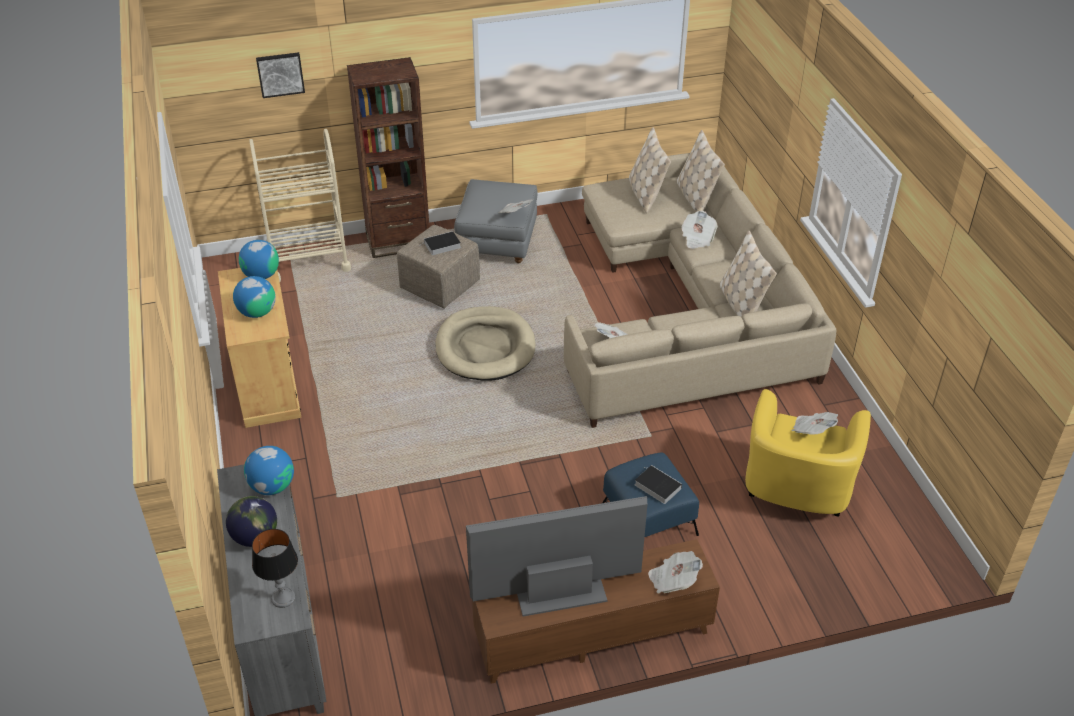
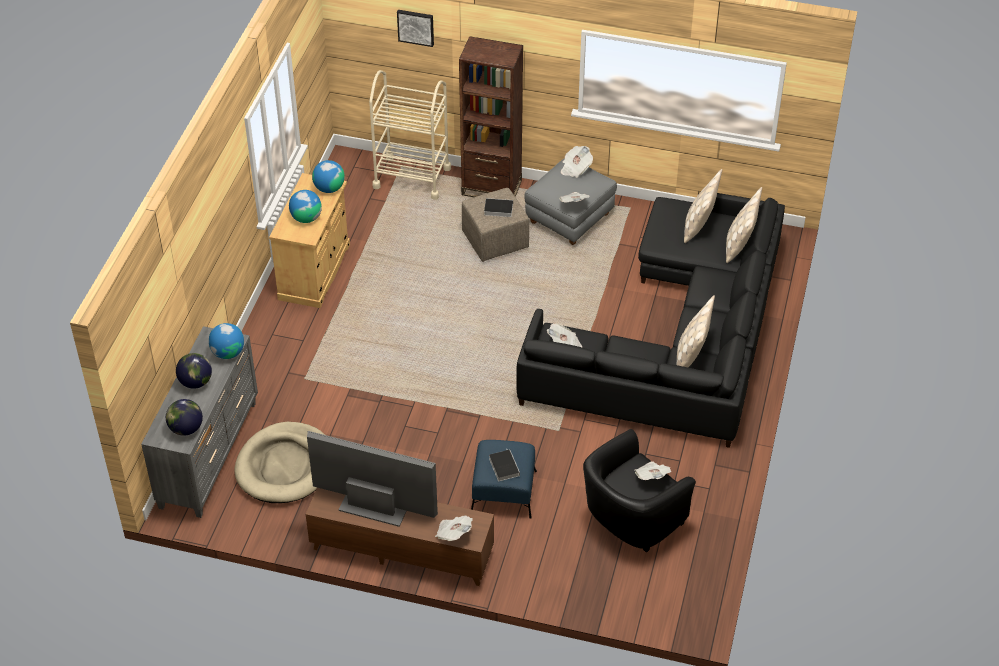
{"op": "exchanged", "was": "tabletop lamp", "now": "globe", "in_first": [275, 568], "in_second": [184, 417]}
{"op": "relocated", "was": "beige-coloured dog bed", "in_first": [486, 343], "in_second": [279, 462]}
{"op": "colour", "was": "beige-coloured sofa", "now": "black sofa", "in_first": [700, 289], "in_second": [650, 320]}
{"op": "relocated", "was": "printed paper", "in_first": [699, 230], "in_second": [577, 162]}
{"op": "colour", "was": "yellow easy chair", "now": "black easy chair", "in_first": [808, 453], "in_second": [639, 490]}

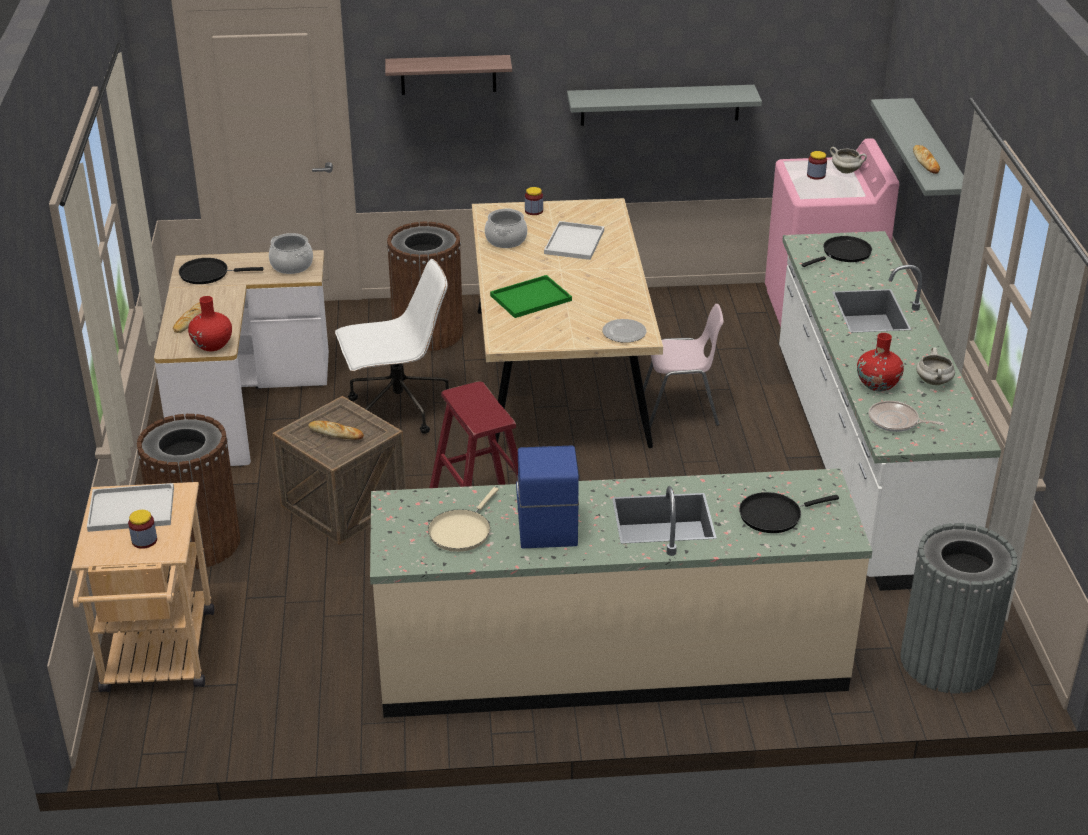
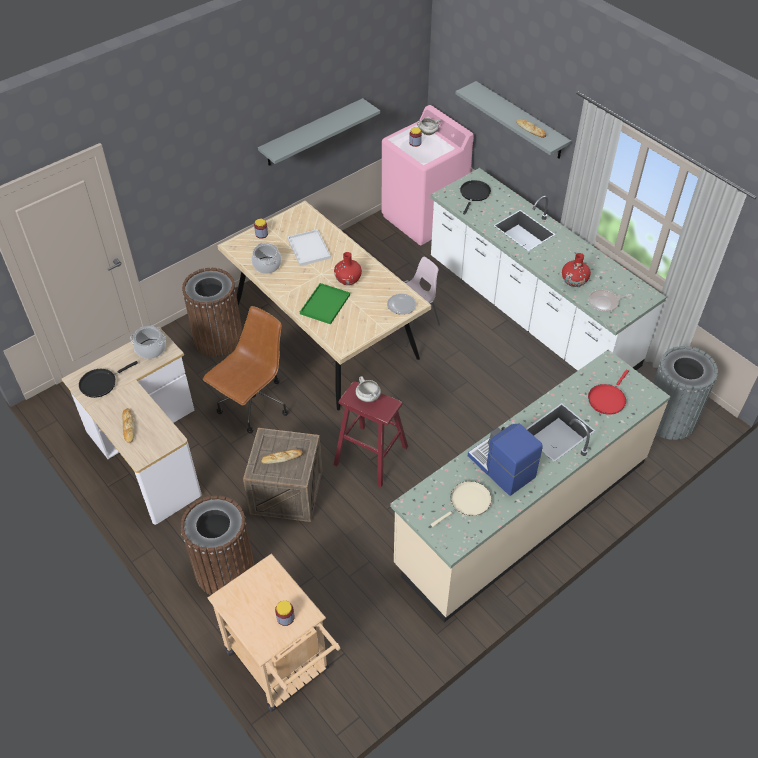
{"op": "missing", "was": "white serving tray", "in_first": [130, 507]}
{"op": "relocated", "was": "reddish decorative vase", "in_first": [210, 323], "in_second": [348, 268]}
{"op": "colour", "was": "white computer chair", "now": "brown-coloured computer chair", "in_first": [392, 346], "in_second": [245, 369]}
{"op": "missing", "was": "wall shelf", "in_first": [448, 75]}
{"op": "spun", "was": "beige-coloured frying pan", "in_first": [463, 519], "in_second": [461, 504], "clockwise": -120}
{"op": "colour", "was": "black frying pan", "now": "reddish frying pan", "in_first": [789, 512], "in_second": [608, 392]}
{"op": "relocated", "was": "white stockpot", "in_first": [935, 366], "in_second": [368, 389]}

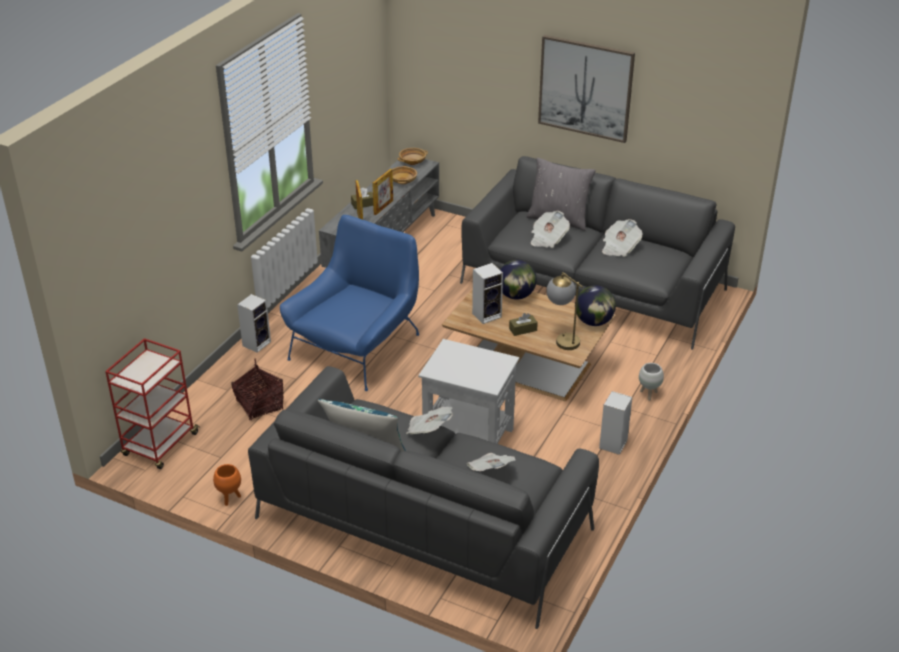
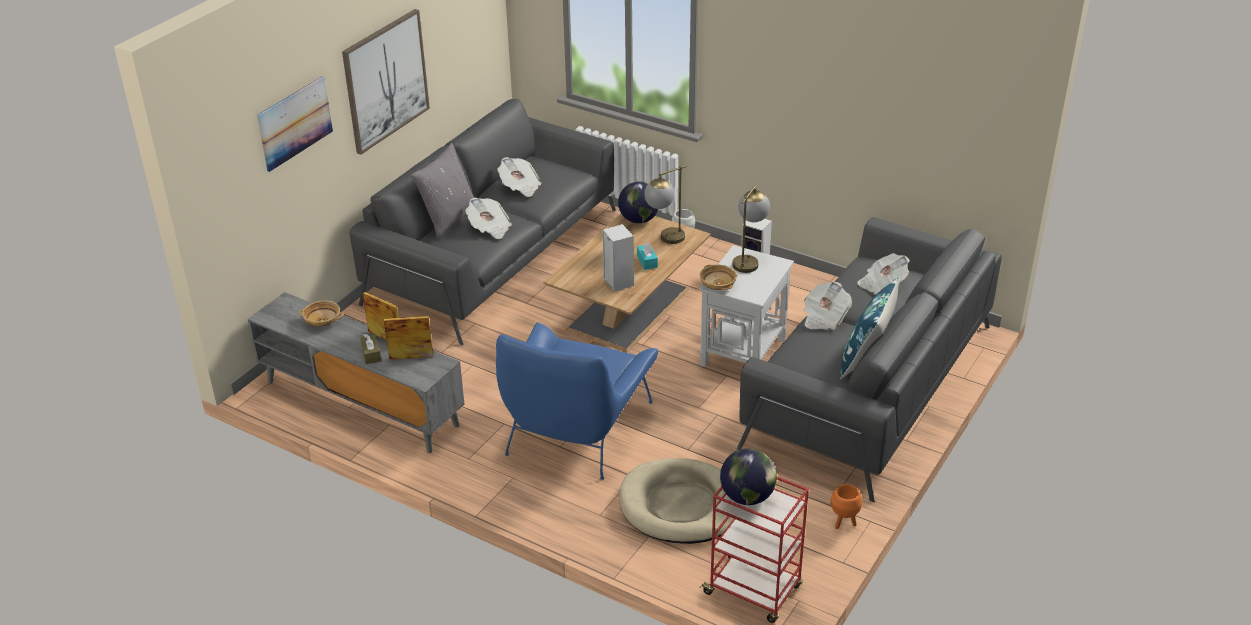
{"op": "exchanged", "was": "basket", "now": "beige-coloured dog bed", "in_first": [257, 389], "in_second": [676, 501]}
{"op": "missing", "was": "speaker", "in_first": [254, 323]}
{"op": "spun", "was": "blue easy chair", "in_first": [349, 303], "in_second": [577, 401], "clockwise": -105}
{"op": "relocated", "was": "beige-coloured bowl", "in_first": [412, 156], "in_second": [718, 277]}
{"op": "relocated", "was": "globe", "in_first": [518, 279], "in_second": [748, 476]}
{"op": "colour", "was": "brown-coloured tissue holder", "now": "blue-green tissue holder", "in_first": [523, 324], "in_second": [647, 256]}
{"op": "appeared", "now": "wall art", "in_second": [295, 124]}
{"op": "appeared", "now": "tabletop lamp", "in_second": [751, 229]}

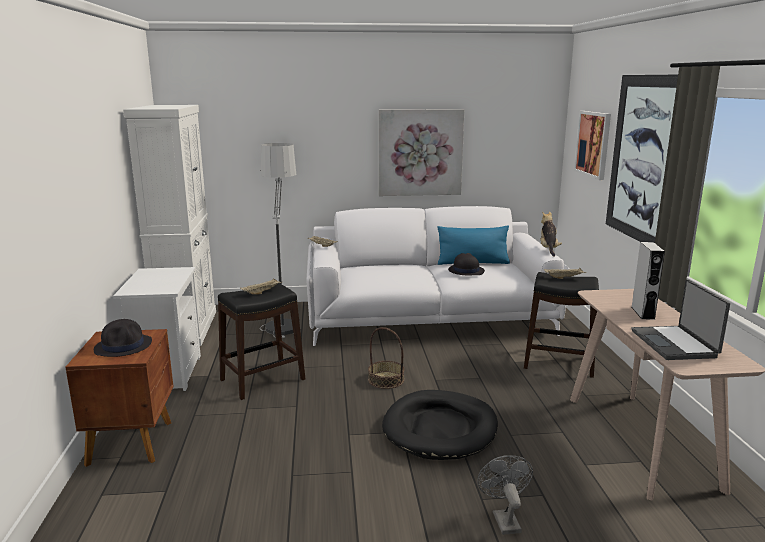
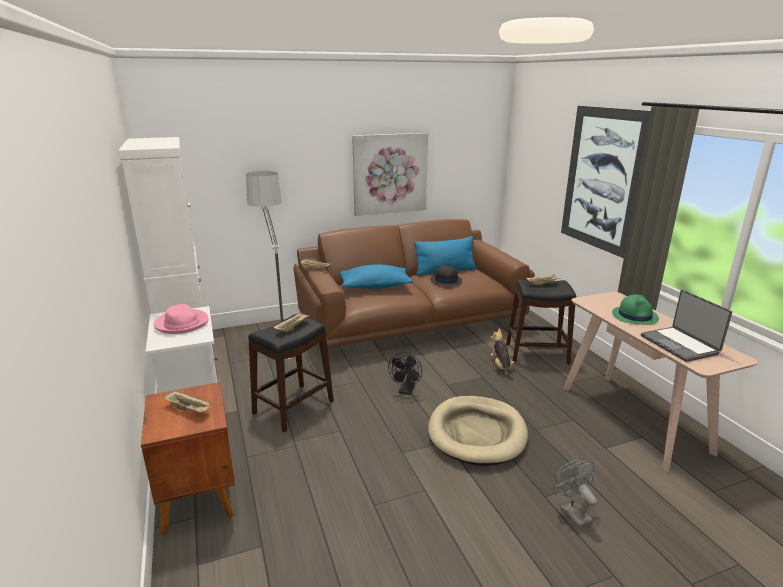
{"op": "exchanged", "was": "black wearable hat", "now": "beige-coloured serving tray", "in_first": [123, 338], "in_second": [187, 402]}
{"op": "colour", "was": "white sofa", "now": "brown-coloured sofa", "in_first": [438, 276], "in_second": [414, 291]}
{"op": "exchanged", "was": "basket", "now": "black fan", "in_first": [386, 358], "in_second": [405, 373]}
{"op": "colour", "was": "black dog bed", "now": "beige-coloured dog bed", "in_first": [440, 425], "in_second": [478, 431]}
{"op": "relocated", "was": "soft toy", "in_first": [551, 234], "in_second": [502, 354]}
{"op": "missing", "was": "wall art", "in_first": [592, 145]}
{"op": "exchanged", "was": "greyish speaker", "now": "green wearable hat", "in_first": [648, 281], "in_second": [635, 310]}
{"op": "appeared", "now": "pinkish wearable hat", "in_second": [181, 319]}
{"op": "appeared", "now": "blue pillow", "in_second": [376, 276]}

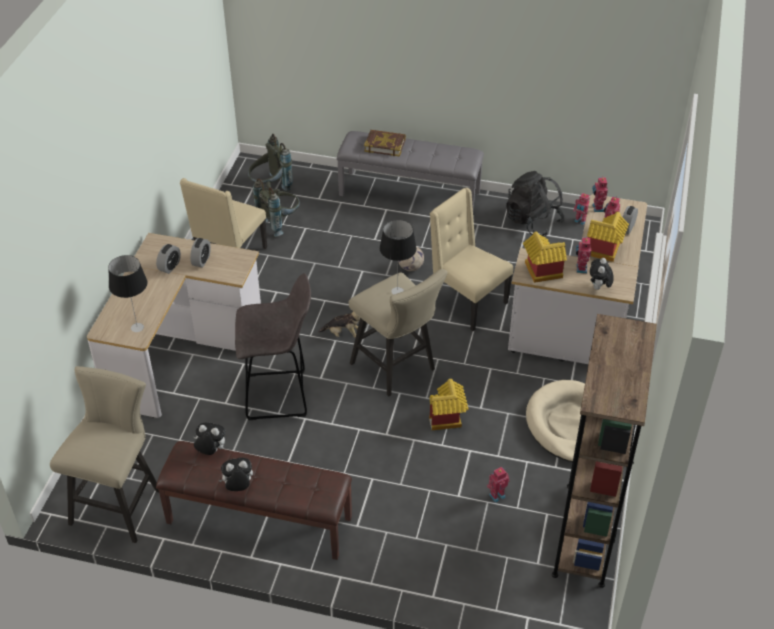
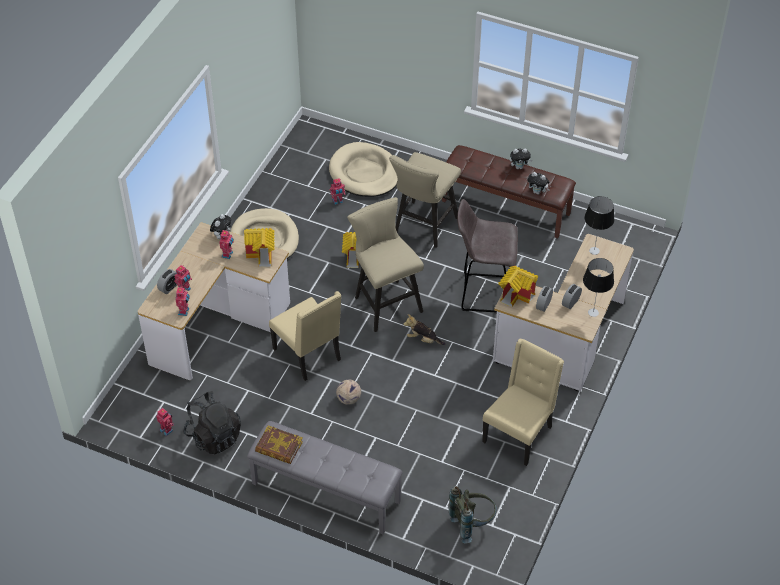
{"op": "relocated", "was": "beige-coloured stool", "in_first": [104, 454], "in_second": [425, 200]}
{"op": "missing", "was": "greyish rucksack", "in_first": [276, 207]}
{"op": "relocated", "was": "book", "in_first": [385, 143], "in_second": [279, 444]}
{"op": "relocated", "was": "tabletop lamp", "in_first": [398, 257], "in_second": [598, 287]}
{"op": "missing", "was": "brown-coloured bookshelf", "in_first": [604, 451]}
{"op": "relocated", "was": "toy house", "in_first": [608, 237], "in_second": [518, 286]}
{"op": "appeared", "now": "beige-coloured dog bed", "in_second": [363, 169]}

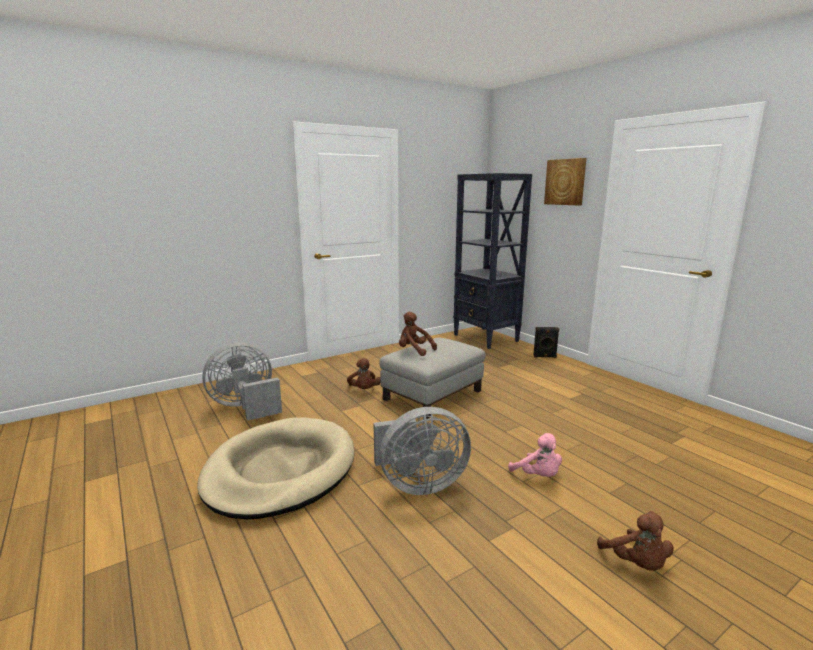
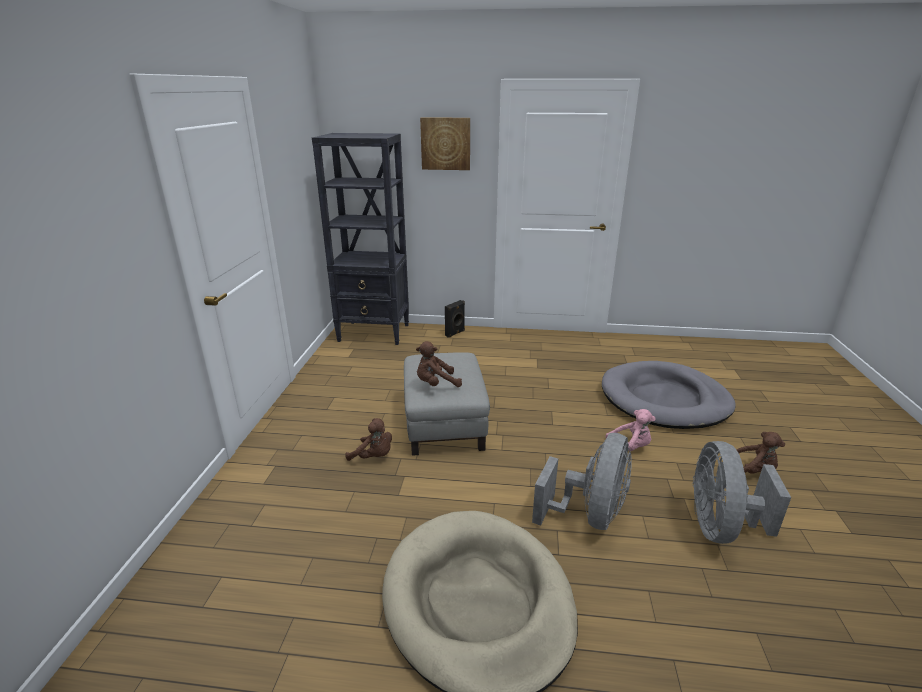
{"op": "relocated", "was": "greyish fan", "in_first": [242, 381], "in_second": [742, 492]}
{"op": "appeared", "now": "greyish dog bed", "in_second": [669, 395]}

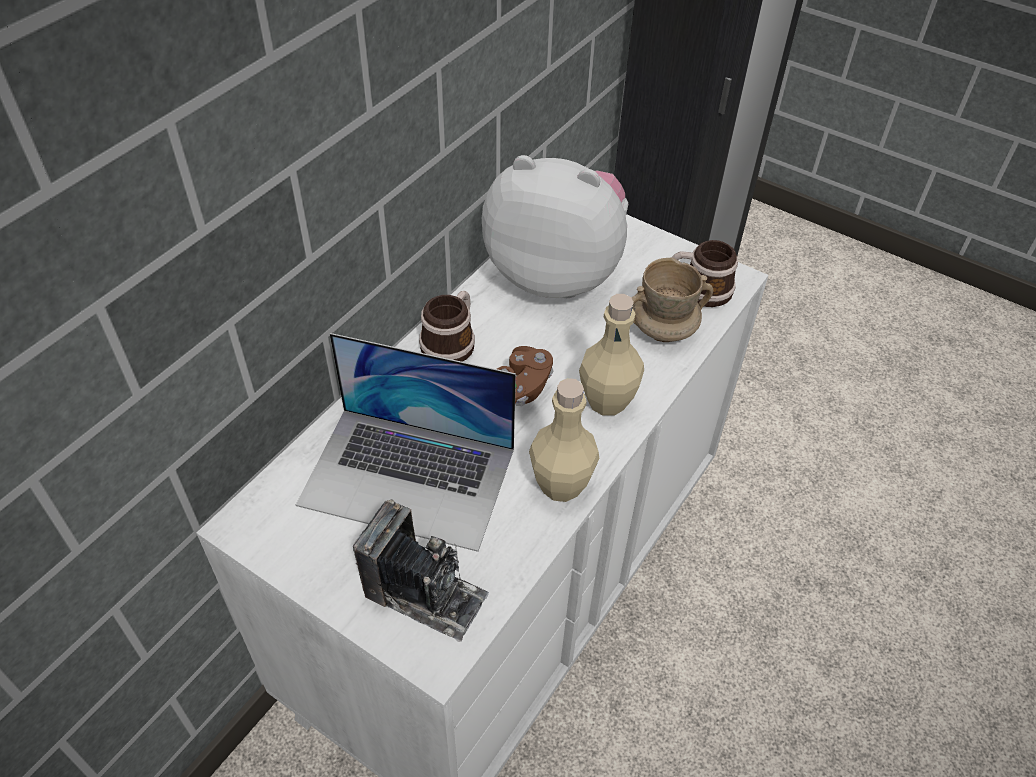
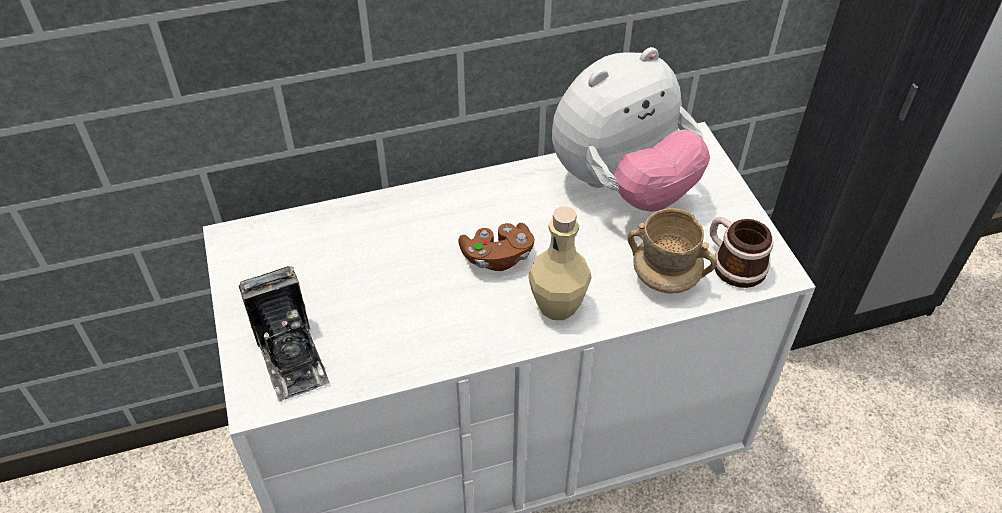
{"op": "missing", "was": "notebook computer", "in_first": [406, 442]}
{"op": "missing", "was": "coffee mug", "in_first": [447, 326]}
{"op": "spun", "was": "soft toy", "in_first": [555, 226], "in_second": [631, 129], "clockwise": 90}
{"op": "missing", "was": "beige-coloured drink bottle", "in_first": [564, 440]}

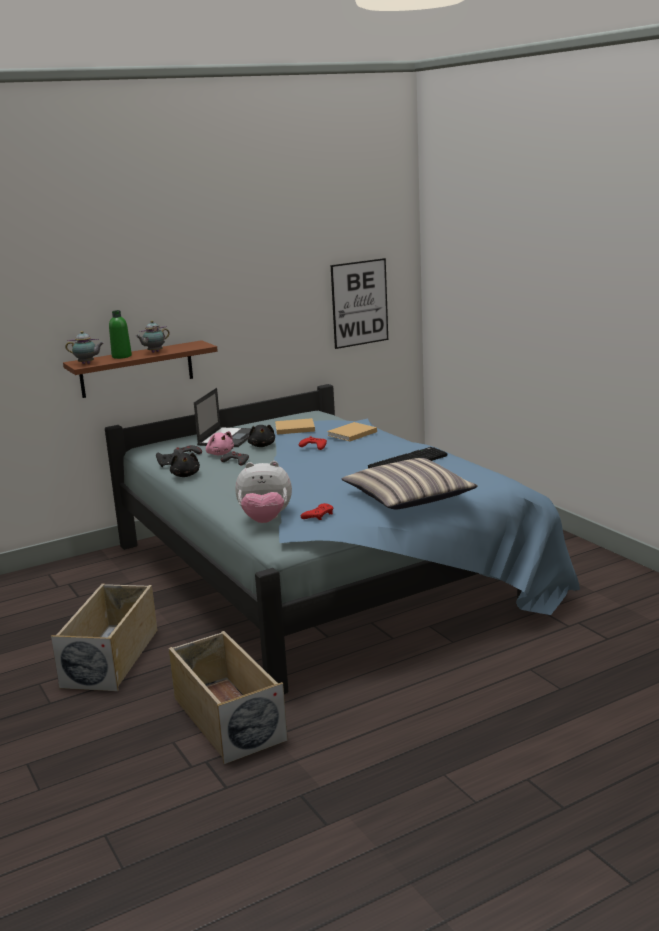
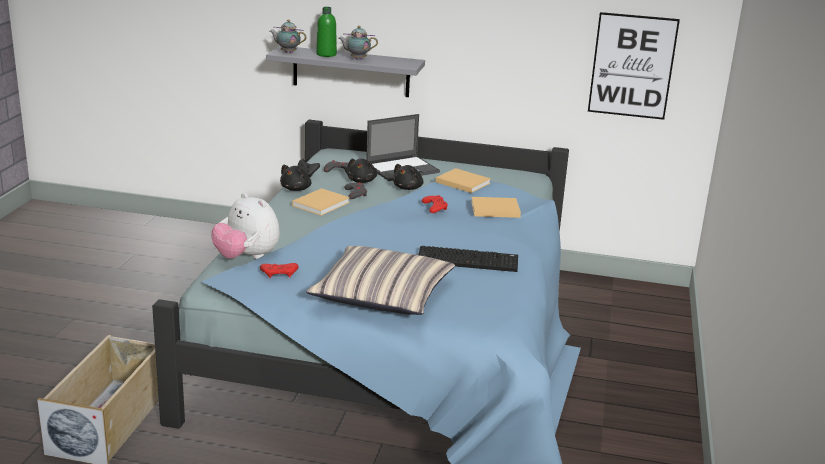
{"op": "missing", "was": "beige-coloured storage box", "in_first": [104, 637]}
{"op": "colour", "was": "brown-coloured wall shelf", "now": "greyish wall shelf", "in_first": [140, 369], "in_second": [345, 71]}
{"op": "spun", "was": "tea pot", "in_first": [84, 347], "in_second": [288, 36], "clockwise": 150}
{"op": "colour", "was": "pinkish soft toy", "now": "black soft toy", "in_first": [220, 443], "in_second": [362, 170]}
{"op": "appeared", "now": "beige-coloured book", "in_second": [321, 202]}

